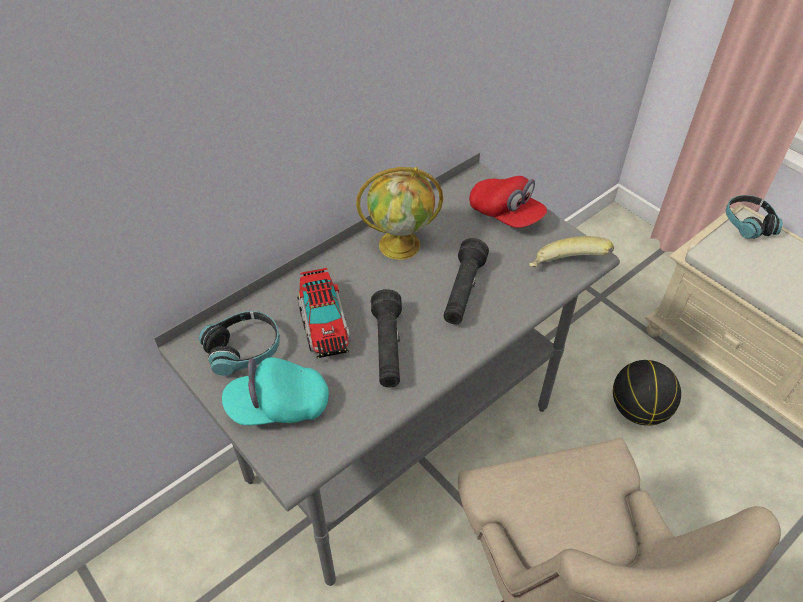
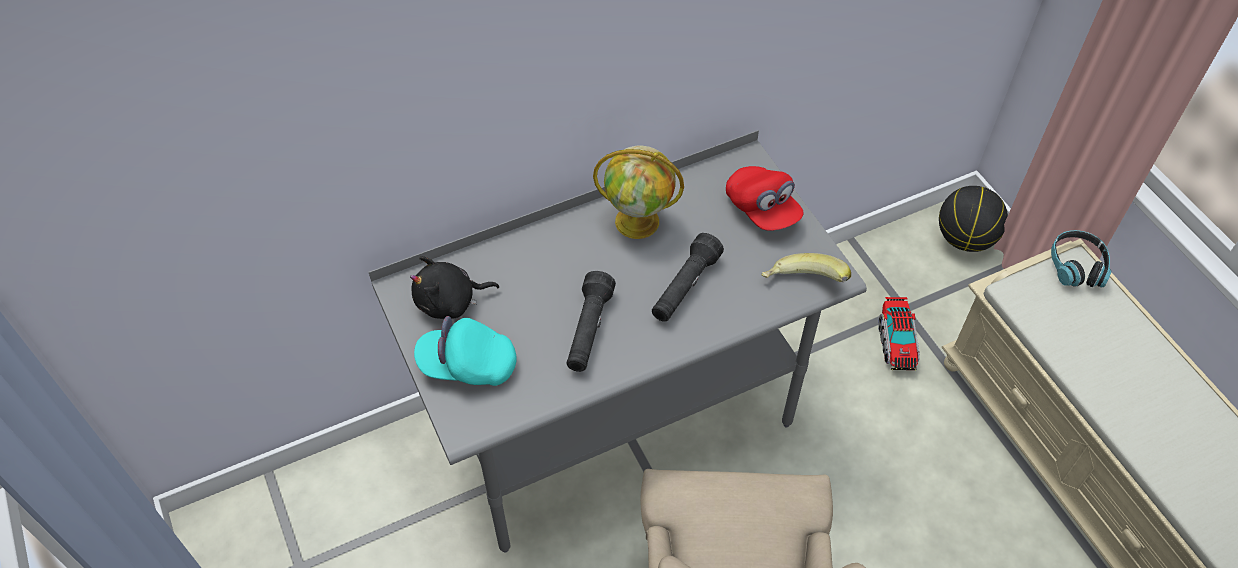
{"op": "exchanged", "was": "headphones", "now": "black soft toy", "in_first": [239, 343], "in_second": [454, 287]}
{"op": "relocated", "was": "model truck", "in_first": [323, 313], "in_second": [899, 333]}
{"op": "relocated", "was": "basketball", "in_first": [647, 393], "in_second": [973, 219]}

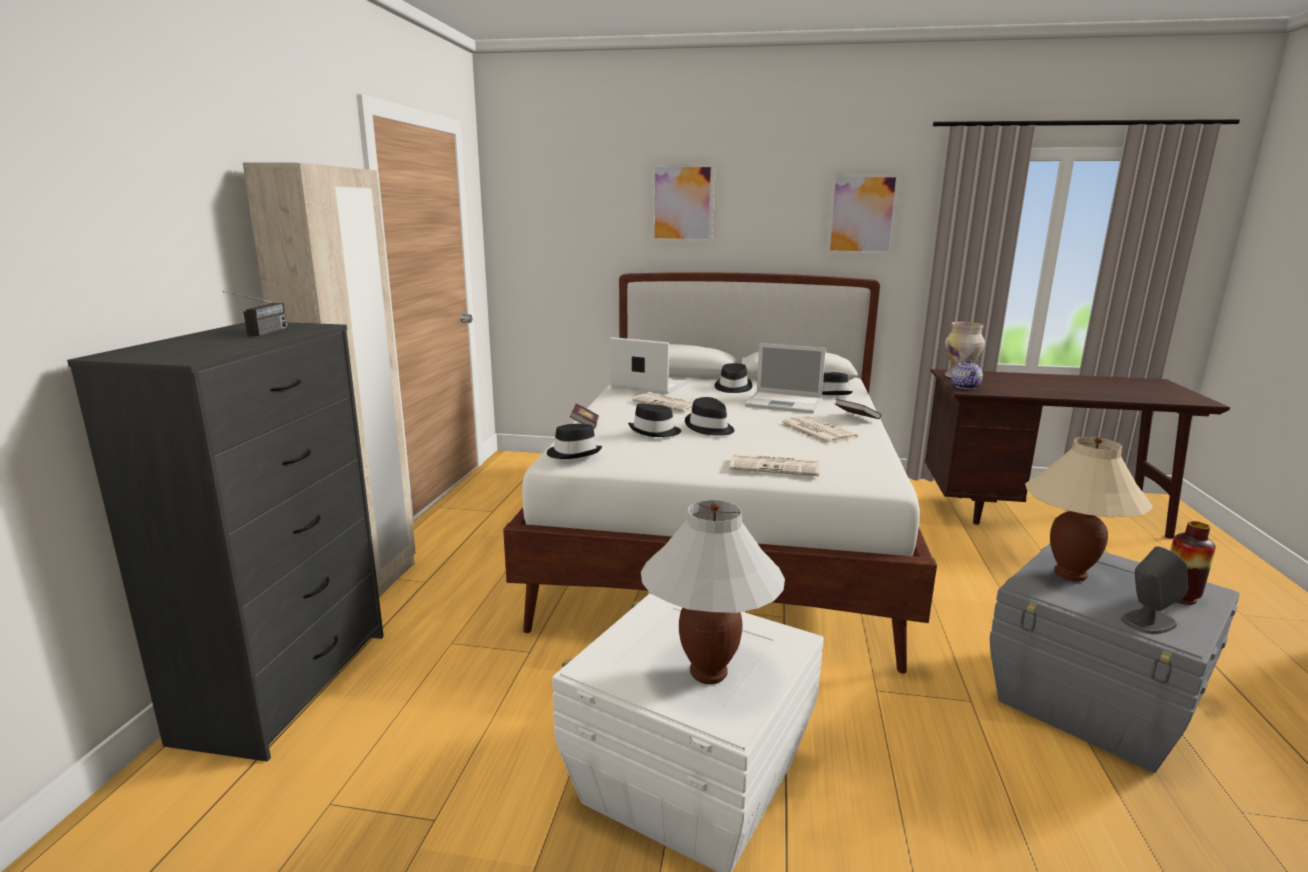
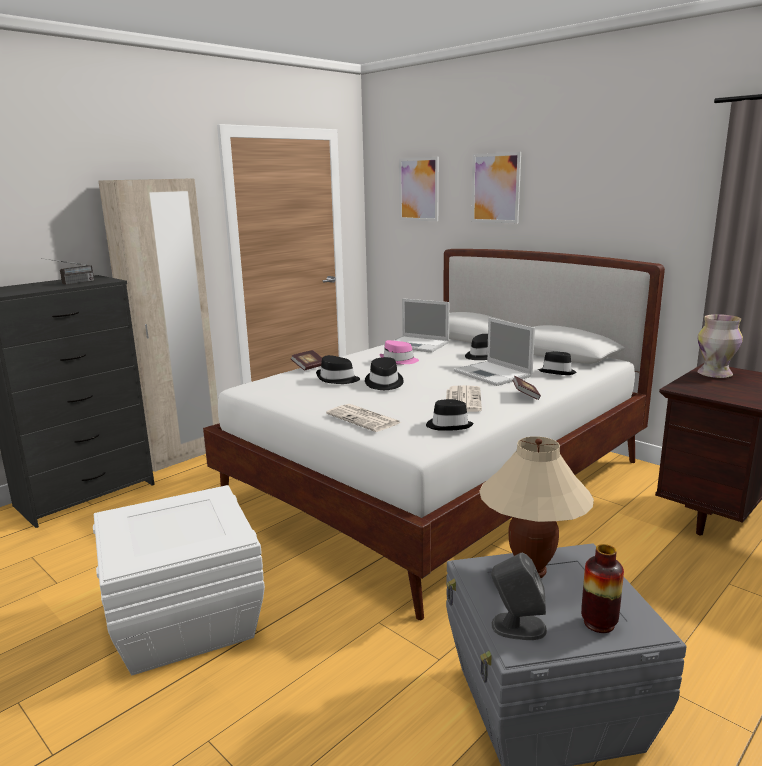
{"op": "relocated", "was": "black wearable hat", "in_first": [574, 441], "in_second": [450, 415]}
{"op": "spun", "was": "notebook computer", "in_first": [648, 365], "in_second": [416, 325], "clockwise": 150}
{"op": "exchanged", "was": "printed paper", "now": "pinkish wearable hat", "in_first": [662, 402], "in_second": [399, 352]}
{"op": "missing", "was": "white tabletop lamp", "in_first": [713, 592]}
{"op": "relocated", "was": "wall art", "in_first": [863, 214], "in_second": [419, 189]}
{"op": "missing", "was": "tea pot", "in_first": [967, 374]}

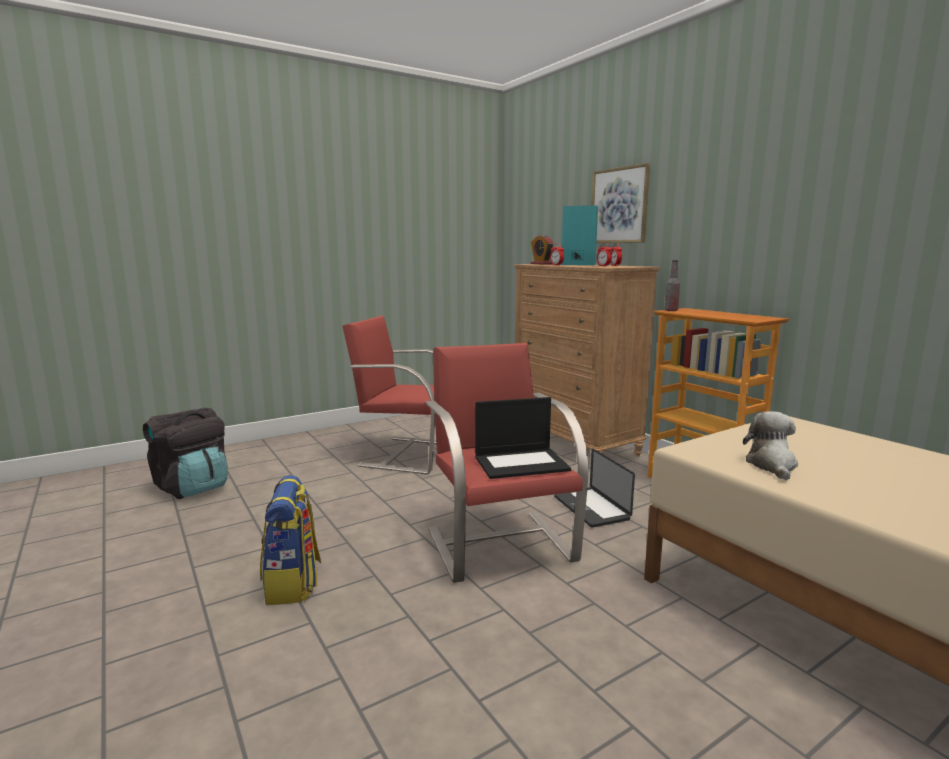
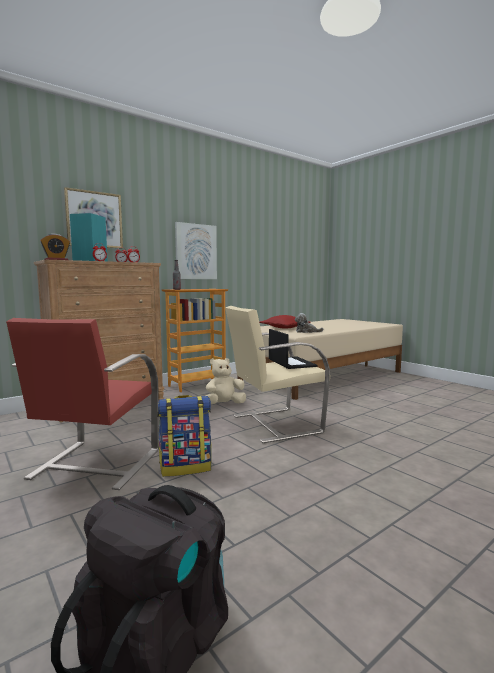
{"op": "relocated", "was": "rucksack", "in_first": [290, 540], "in_second": [184, 436]}
{"op": "colour", "was": "reddish easy chair", "now": "beige-coloured easy chair", "in_first": [507, 463], "in_second": [277, 374]}
{"op": "exchanged", "was": "notebook computer", "now": "beige-coloured soft toy", "in_first": [594, 488], "in_second": [226, 381]}
{"op": "appeared", "now": "wall art", "in_second": [196, 250]}
{"op": "appeared", "now": "reddish pillow", "in_second": [285, 322]}

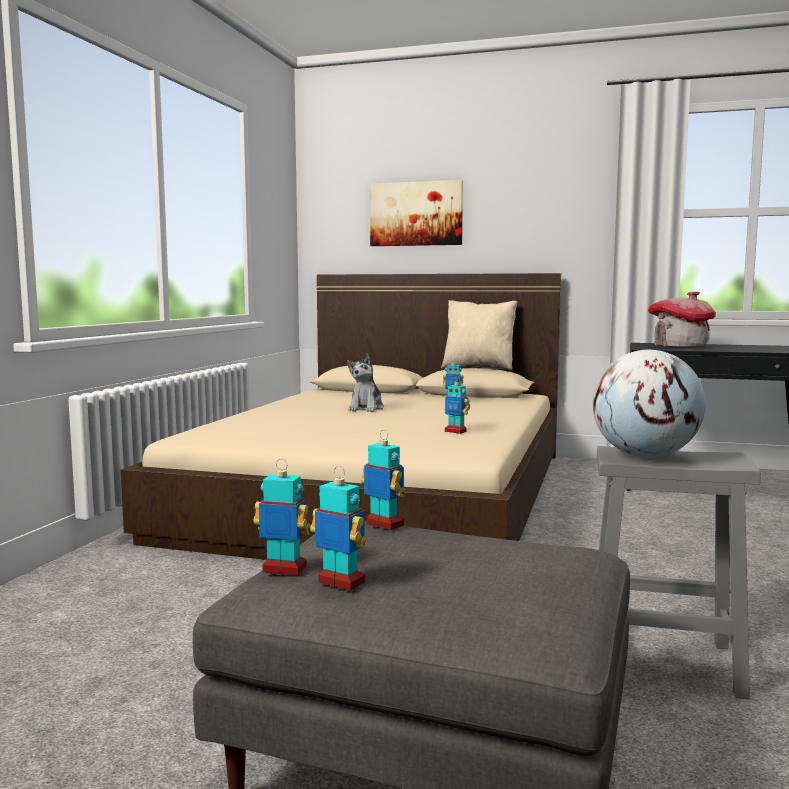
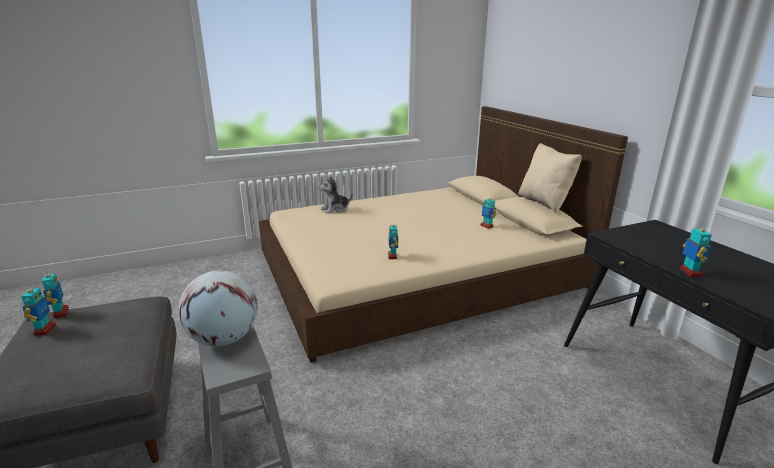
{"op": "relocated", "was": "soft toy", "in_first": [365, 382], "in_second": [336, 194]}
{"op": "relocated", "was": "model robot", "in_first": [383, 480], "in_second": [696, 250]}
{"op": "missing", "was": "wall art", "in_first": [416, 213]}
{"op": "missing", "was": "toy house", "in_first": [682, 319]}

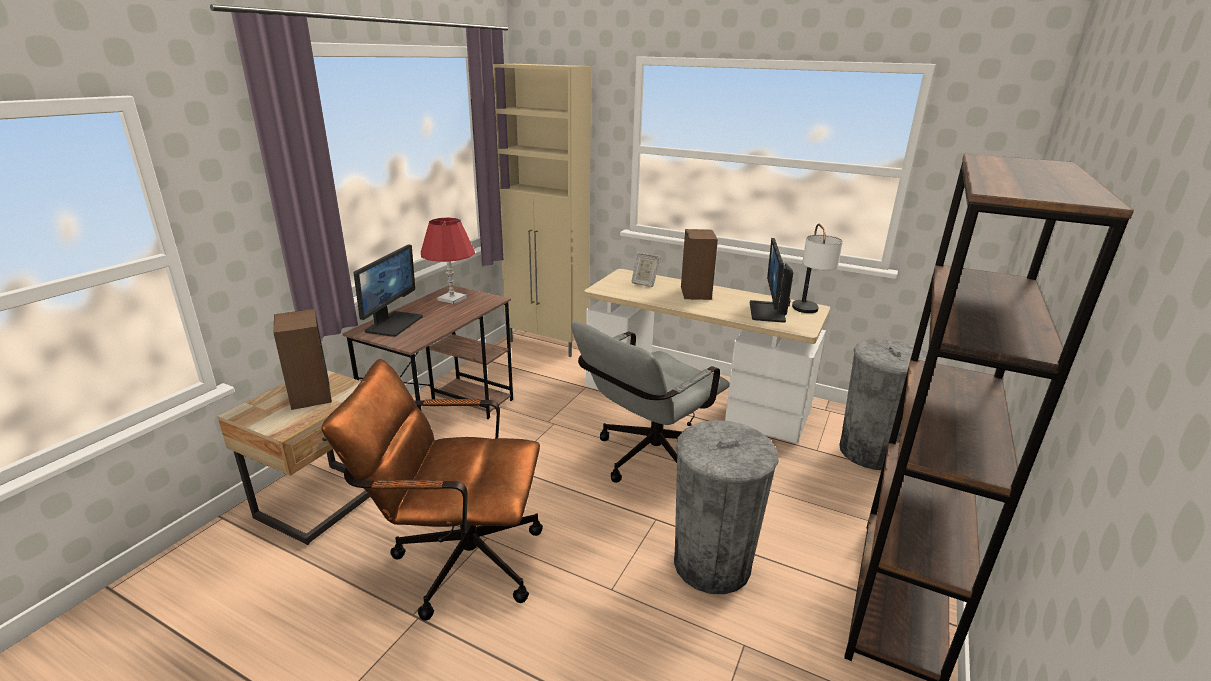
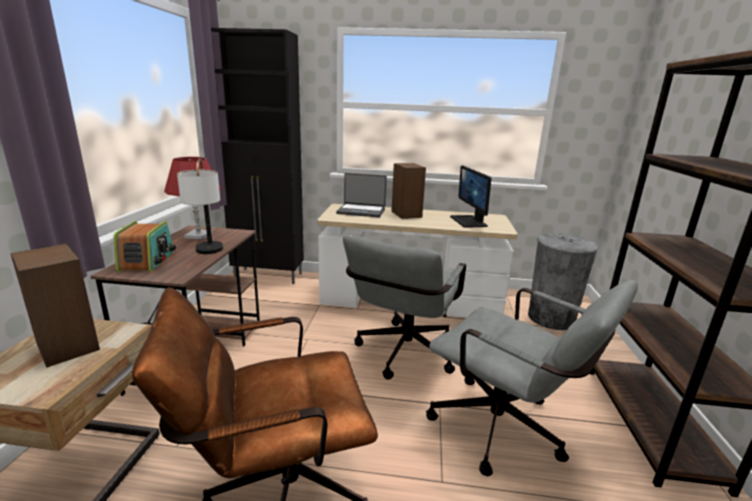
{"op": "exchanged", "was": "computer display", "now": "radio receiver", "in_first": [388, 290], "in_second": [145, 246]}
{"op": "colour", "was": "beige-coloured cupboard", "now": "black cupboard", "in_first": [542, 210], "in_second": [257, 156]}
{"op": "exchanged", "was": "photo frame", "now": "notebook computer", "in_first": [646, 269], "in_second": [361, 195]}
{"op": "exchanged", "was": "greyish trash can", "now": "greyish computer chair", "in_first": [726, 507], "in_second": [532, 378]}
{"op": "relocated", "was": "tabletop lamp", "in_first": [817, 268], "in_second": [200, 206]}

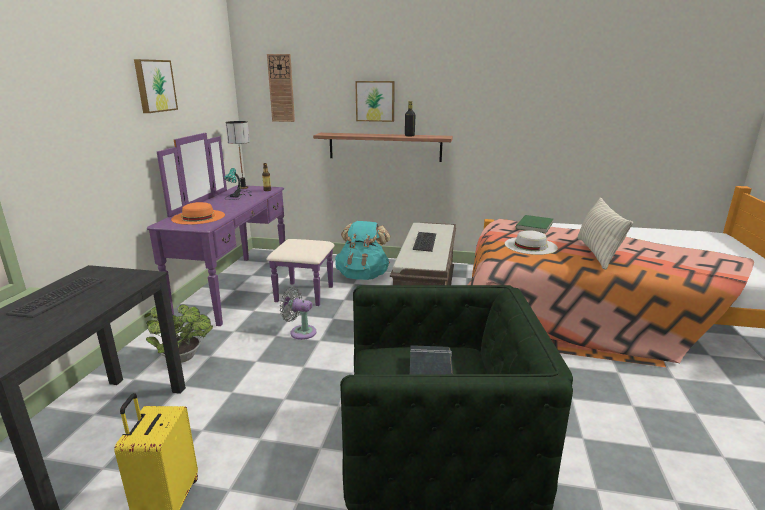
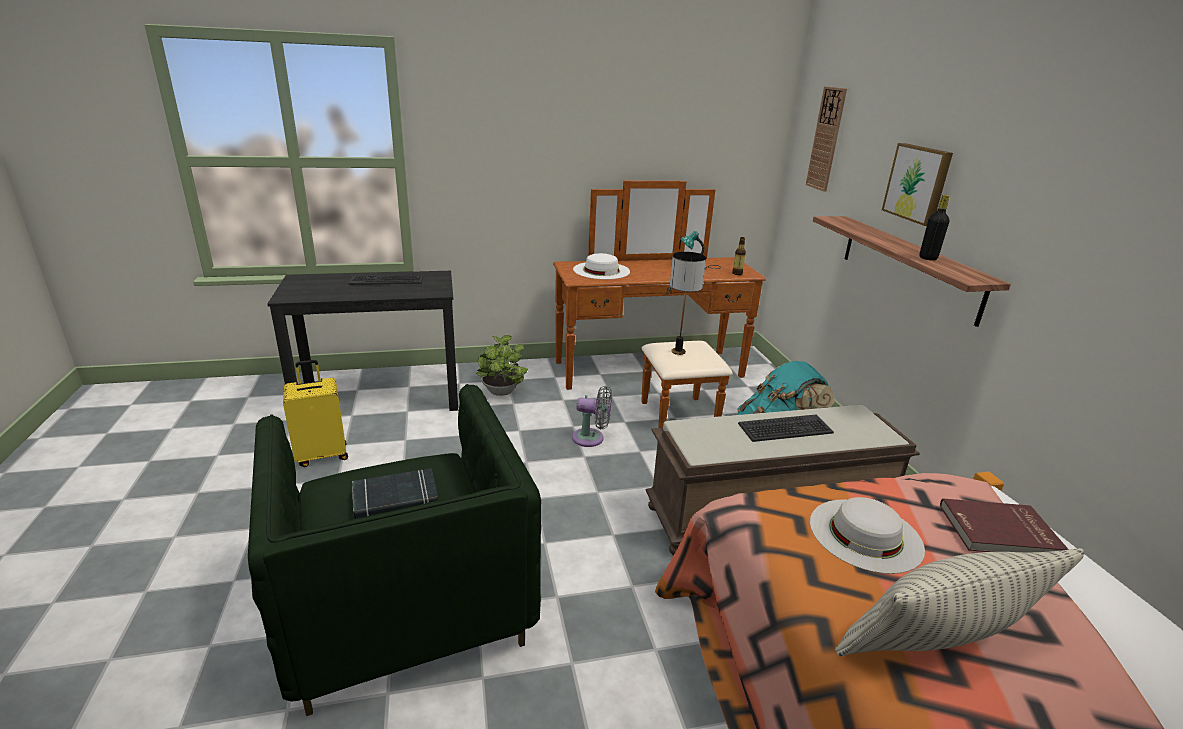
{"op": "missing", "was": "wall art", "in_first": [156, 86]}
{"op": "colour", "was": "purplish dresser", "now": "brown-coloured dresser", "in_first": [241, 229], "in_second": [659, 304]}
{"op": "colour", "was": "orange wearable hat", "now": "white wearable hat", "in_first": [198, 213], "in_second": [601, 266]}
{"op": "relocated", "was": "tabletop lamp", "in_first": [238, 155], "in_second": [688, 303]}
{"op": "spun", "was": "greyish fan", "in_first": [298, 313], "in_second": [592, 416], "clockwise": 105}
{"op": "colour", "was": "green book", "now": "reddish book", "in_first": [534, 224], "in_second": [1004, 525]}

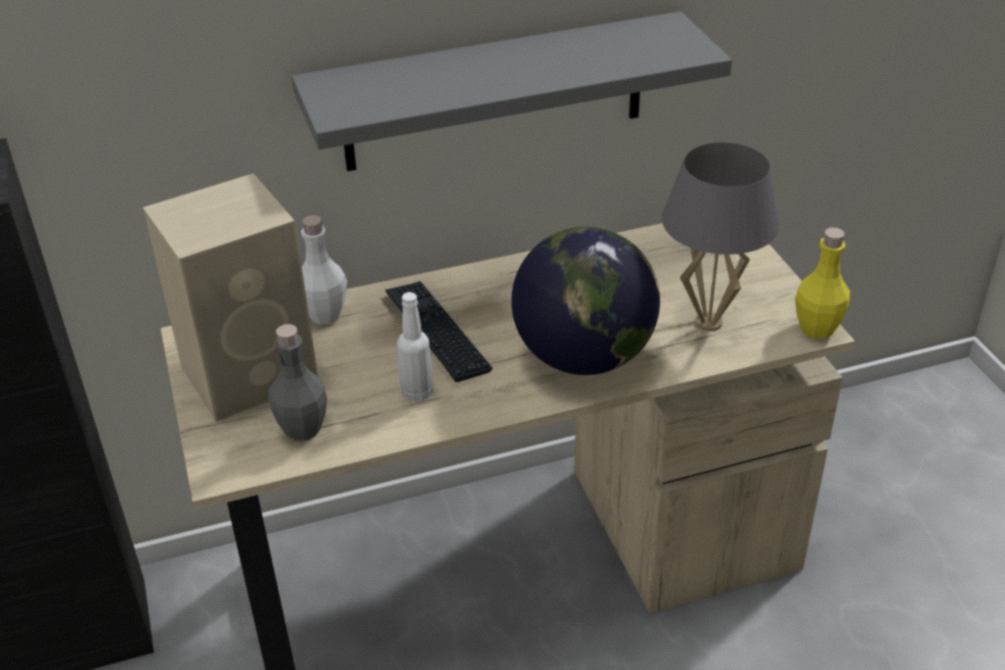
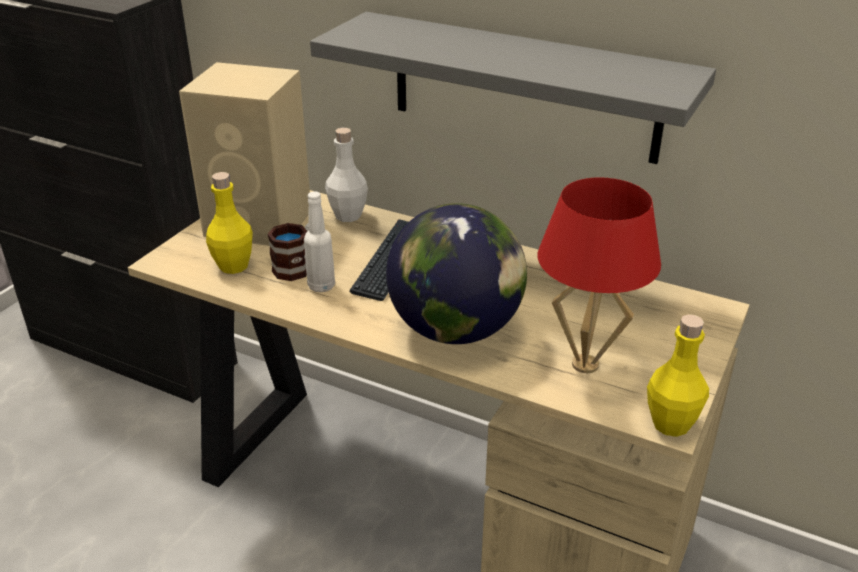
{"op": "colour", "was": "greyish drink bottle", "now": "yellow drink bottle", "in_first": [297, 382], "in_second": [229, 223]}
{"op": "colour", "was": "greyish tabletop lamp", "now": "reddish tabletop lamp", "in_first": [721, 236], "in_second": [599, 275]}
{"op": "appeared", "now": "coffee mug", "in_second": [288, 252]}

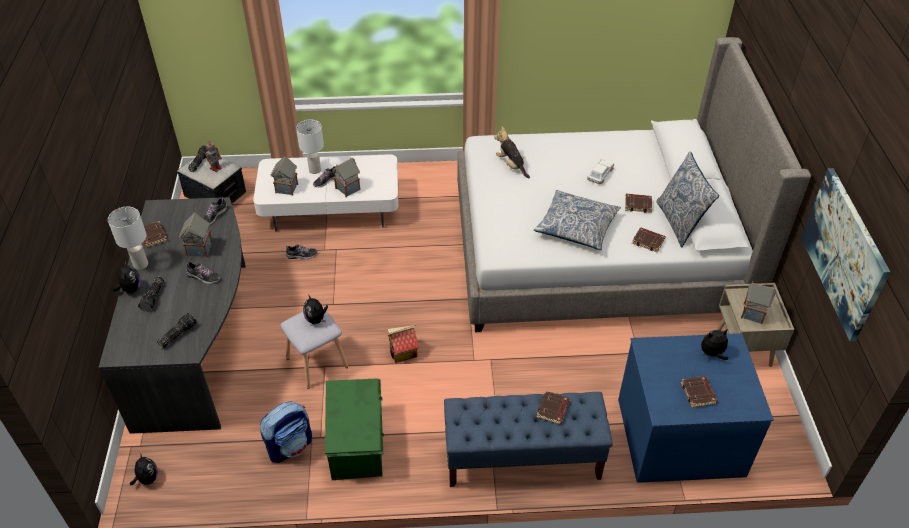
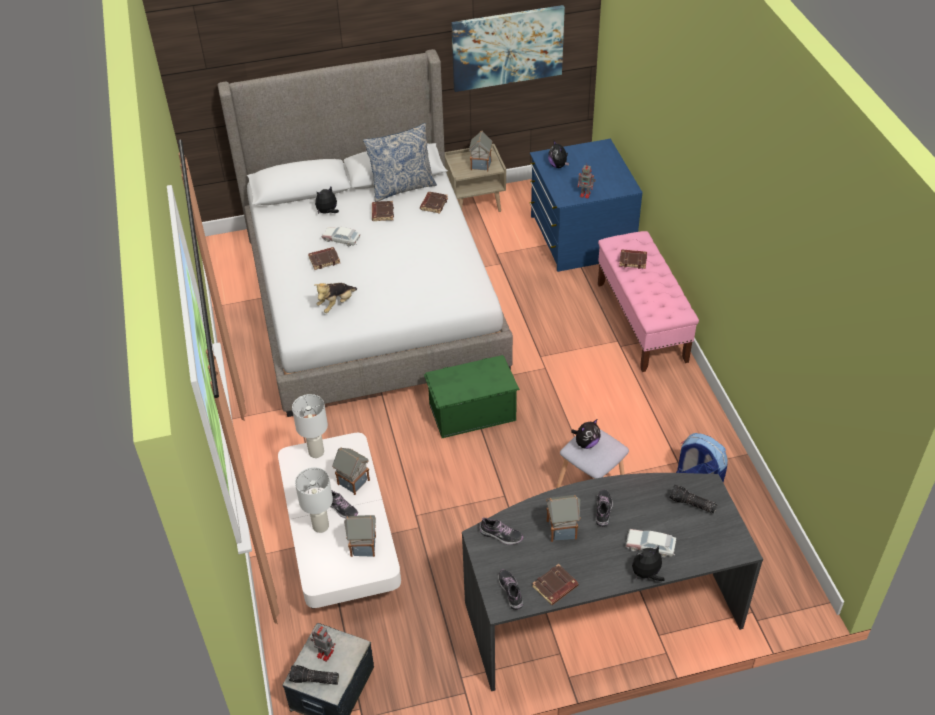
{"op": "relocated", "was": "white tabletop lamp", "in_first": [128, 238], "in_second": [310, 426]}
{"op": "relocated", "was": "soft toy", "in_first": [144, 469], "in_second": [327, 200]}
{"op": "exchanged", "was": "torch", "now": "miniature car", "in_first": [151, 294], "in_second": [650, 543]}
{"op": "relocated", "was": "shoe", "in_first": [302, 252], "in_second": [510, 589]}
{"op": "relocated", "was": "green storage box", "in_first": [354, 429], "in_second": [472, 396]}
{"op": "missing", "was": "toy house", "in_first": [403, 344]}
{"op": "colour", "was": "blue indoor bench", "now": "pinkish indoor bench", "in_first": [528, 439], "in_second": [648, 301]}
{"op": "missing", "was": "pillow", "in_first": [577, 220]}
{"op": "relocated", "was": "brown-coloured book", "in_first": [699, 392], "in_second": [324, 258]}
{"op": "appeared", "now": "model robot", "in_second": [587, 180]}

